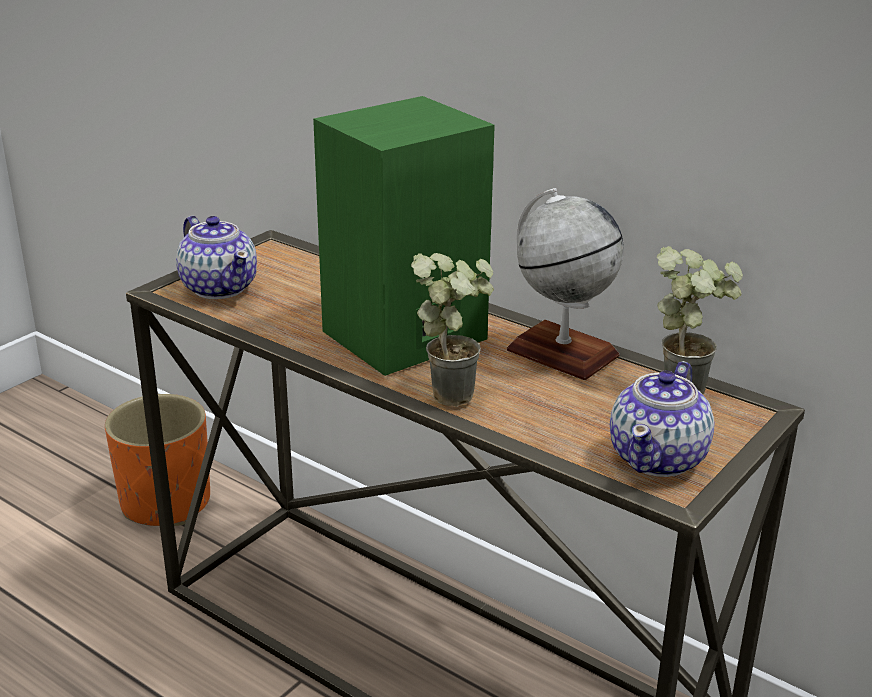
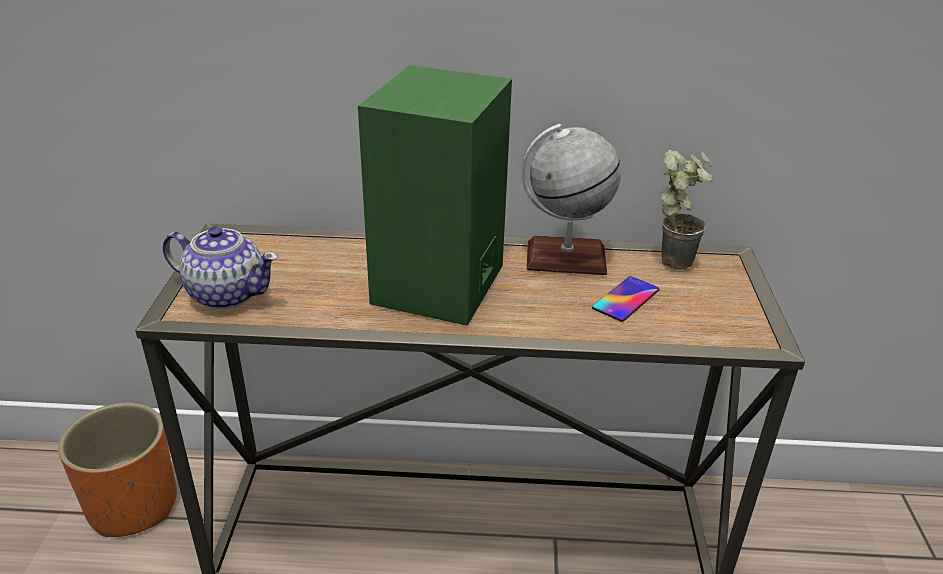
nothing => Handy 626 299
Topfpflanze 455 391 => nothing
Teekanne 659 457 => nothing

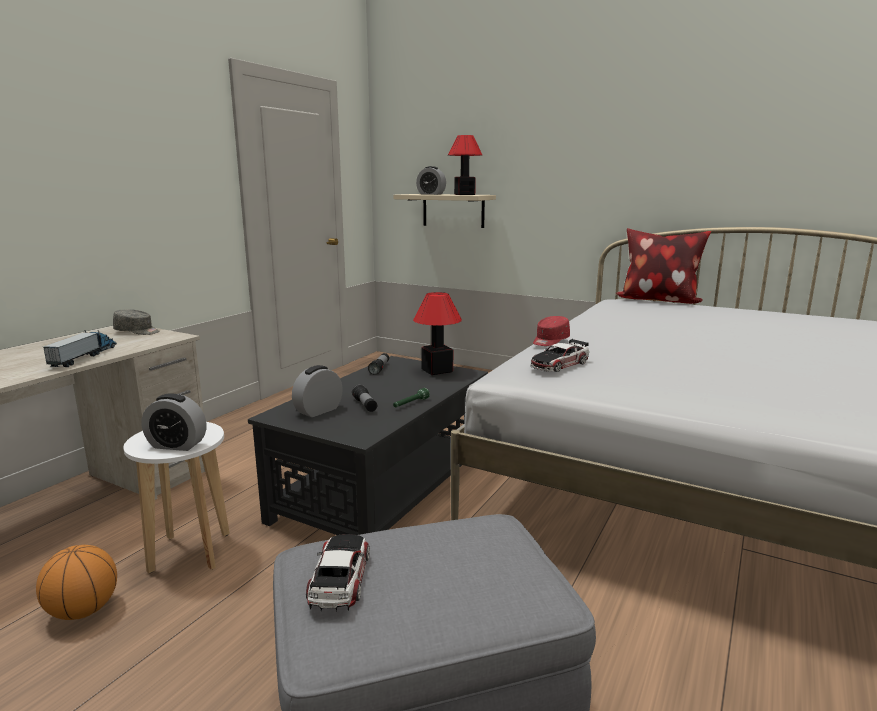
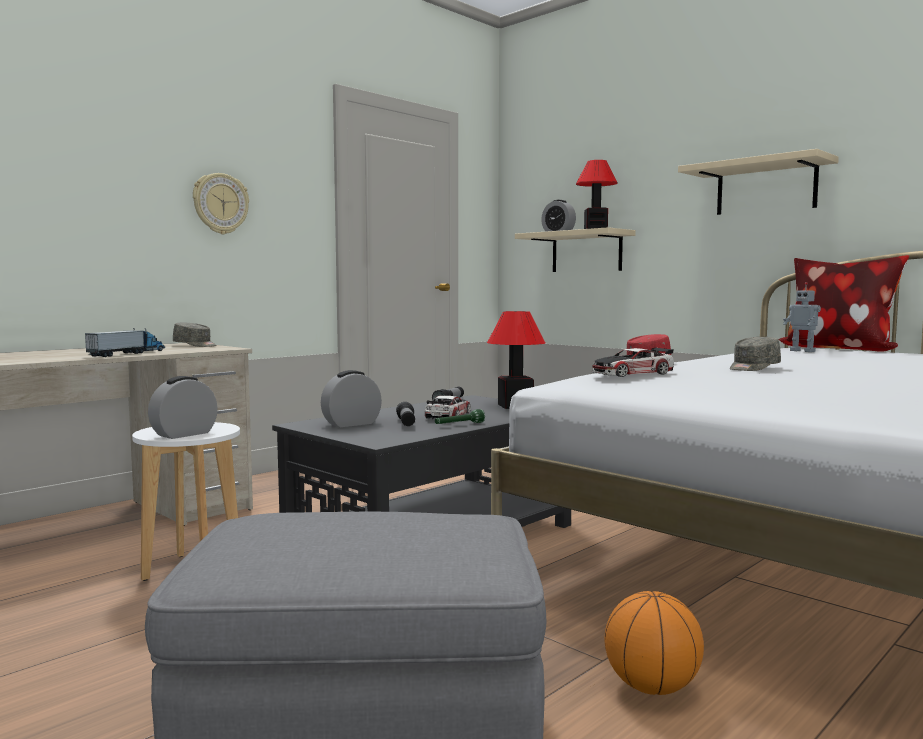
Wecker 177 445 => Wecker 184 434, 105 degrees clockwise
nothing => Wanduhr 220 204
Spielzeugauto 340 578 => Spielzeugauto 448 415, move
Basketball 83 610 => Basketball 652 687, move
nothing => Wandregal (beige) 766 188
nothing => Kappe (grau) 753 368
nothing => Spielzeugroboter 803 351

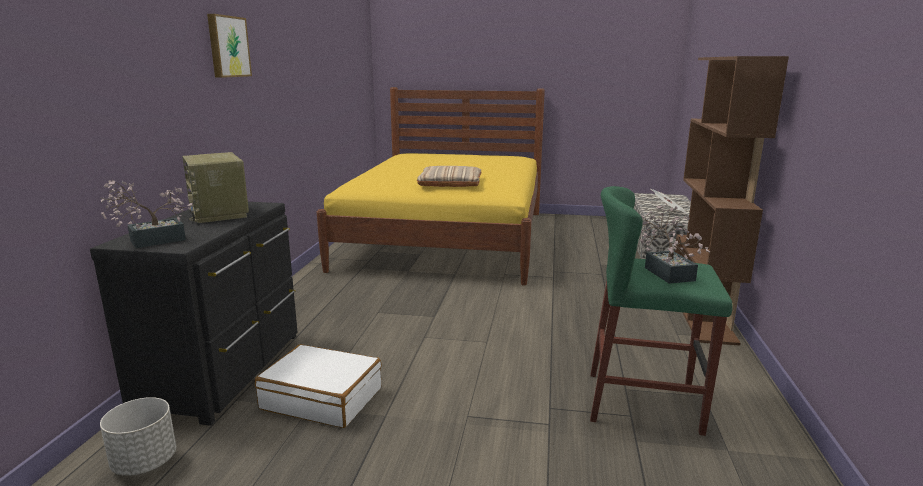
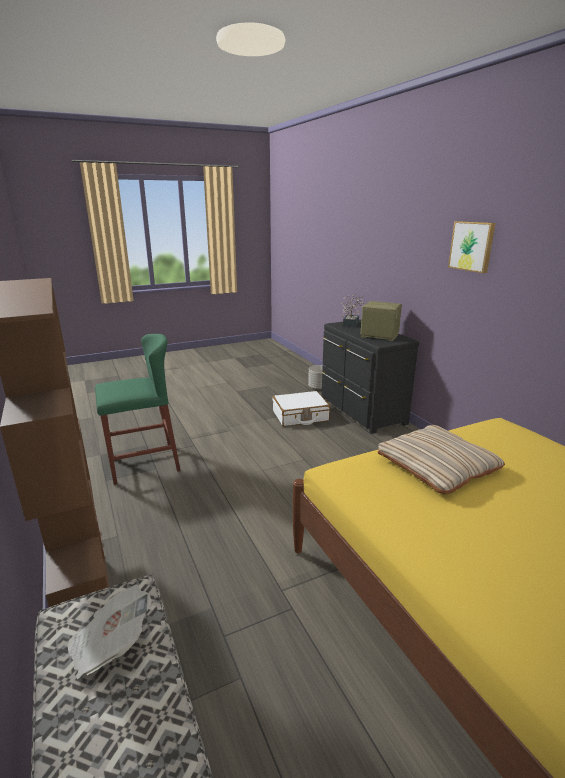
Topfpflanze 666 272 => nothing

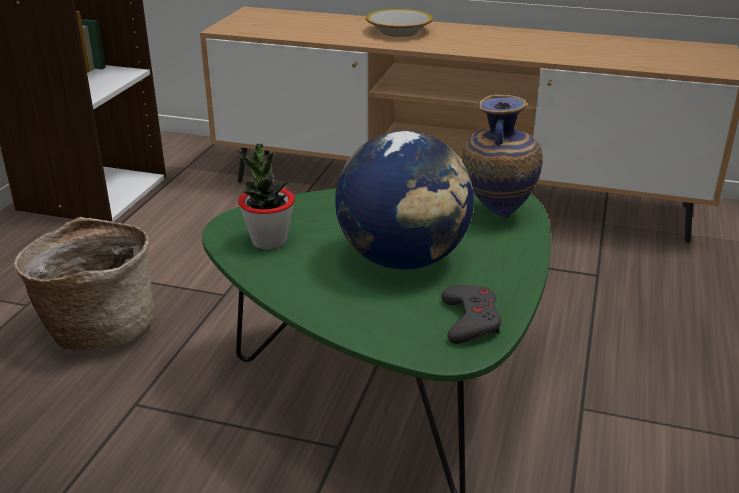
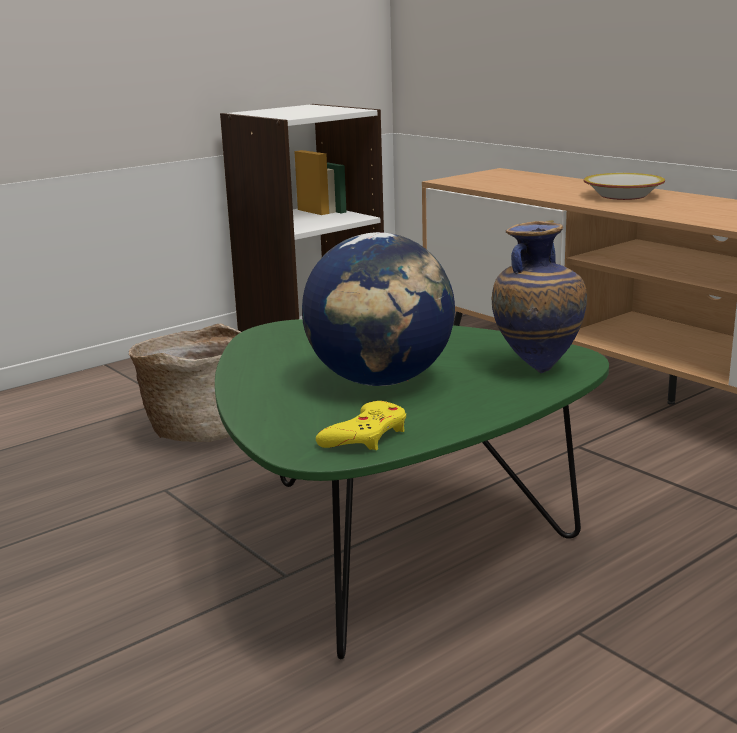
Gamepad (grau) 470 320 => Gamepad (gelb) 366 435
Topfpflanze 269 241 => nothing

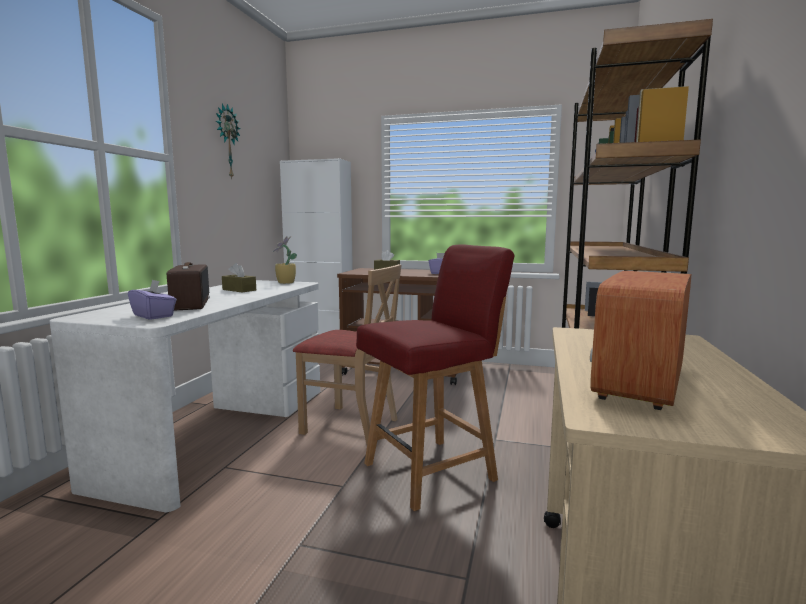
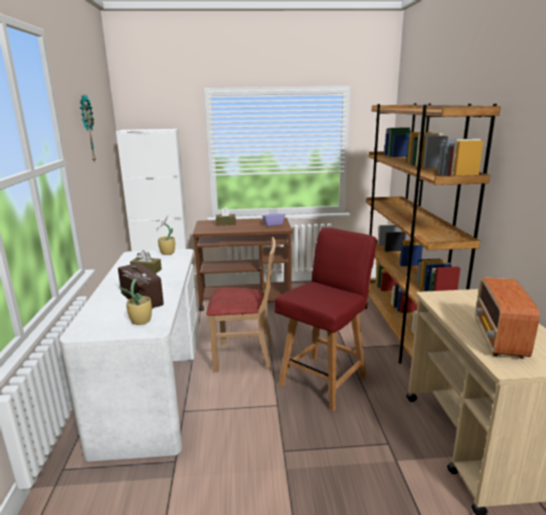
Taschentuchbox (lila) 154 316 => Topfpflanze 140 320

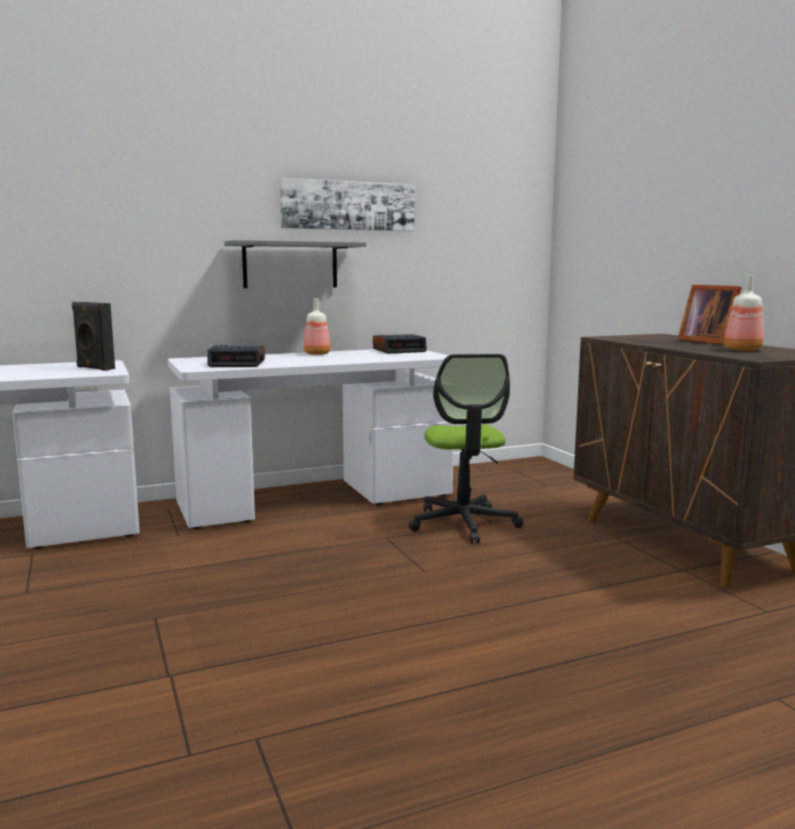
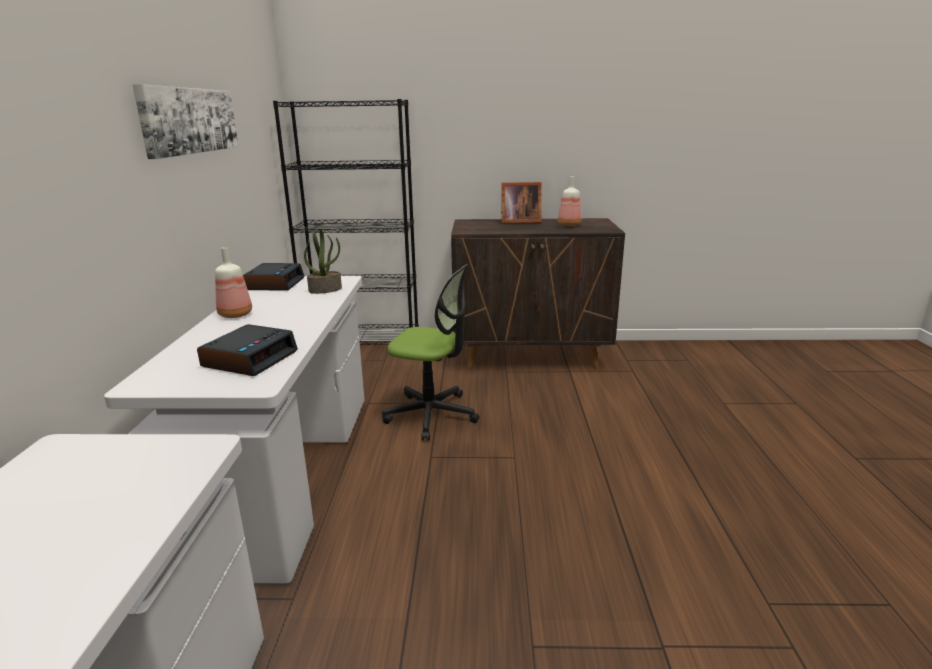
nothing => Bücherregal (schwarz) 364 351
nothing => Topfpflanze 325 289
Lautsprecher (schwarz) 94 368 => nothing
Wandregal (grau) 290 265 => nothing

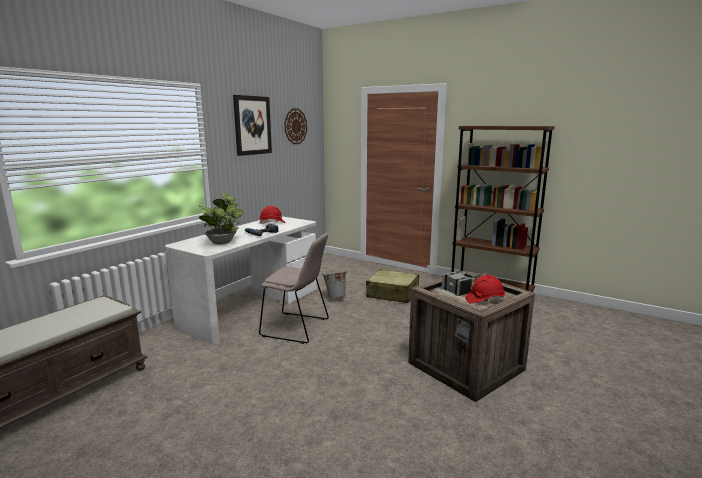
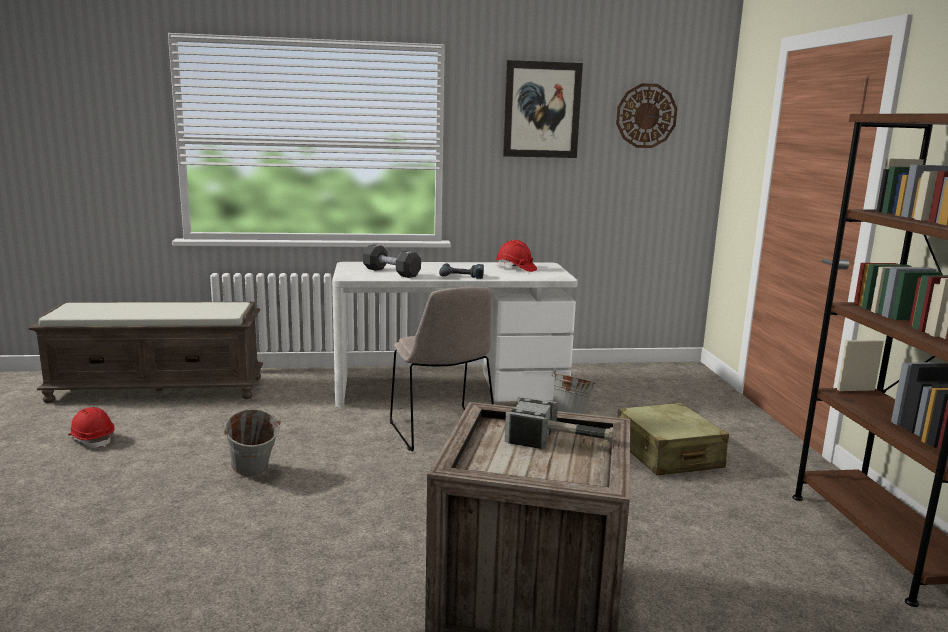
Schutzhelm (rot) 484 300 => Schutzhelm (rot) 92 439, move
nothing => Eimer (grau) 253 475
Topfpflanze 222 242 => Hantel (schwarz) 391 272

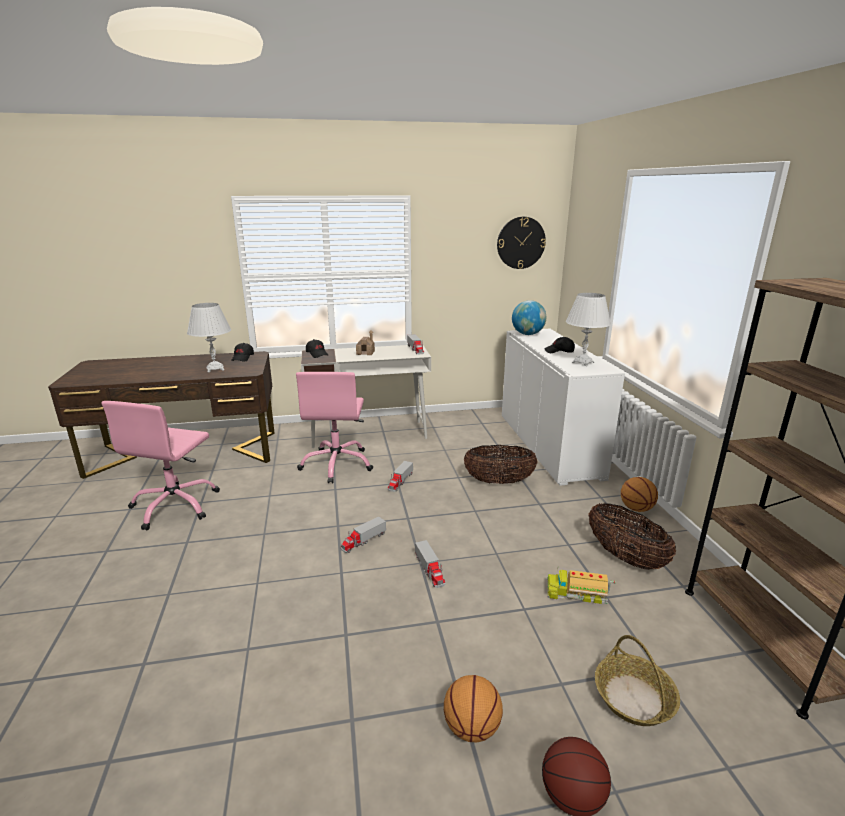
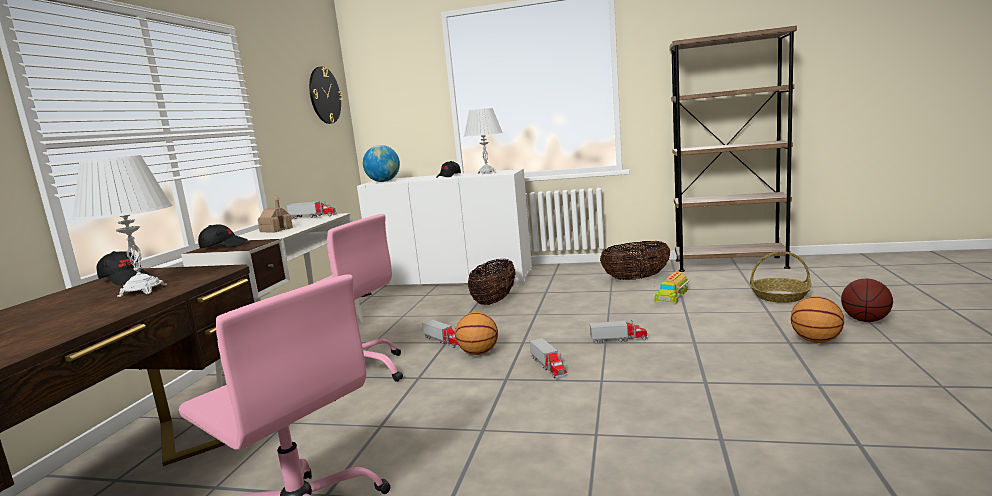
Basketball 636 509 => Basketball 479 353, move

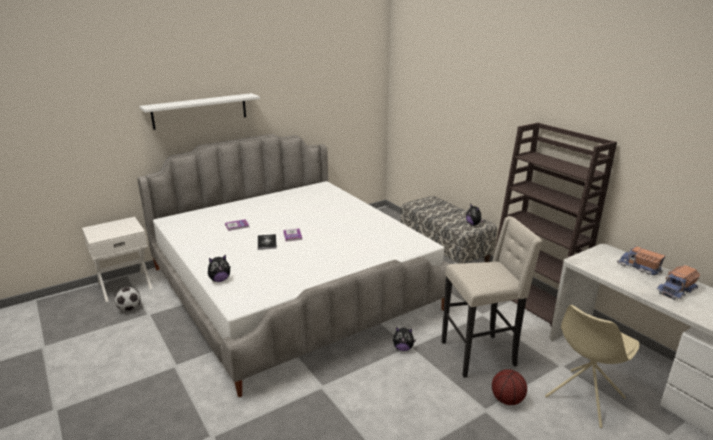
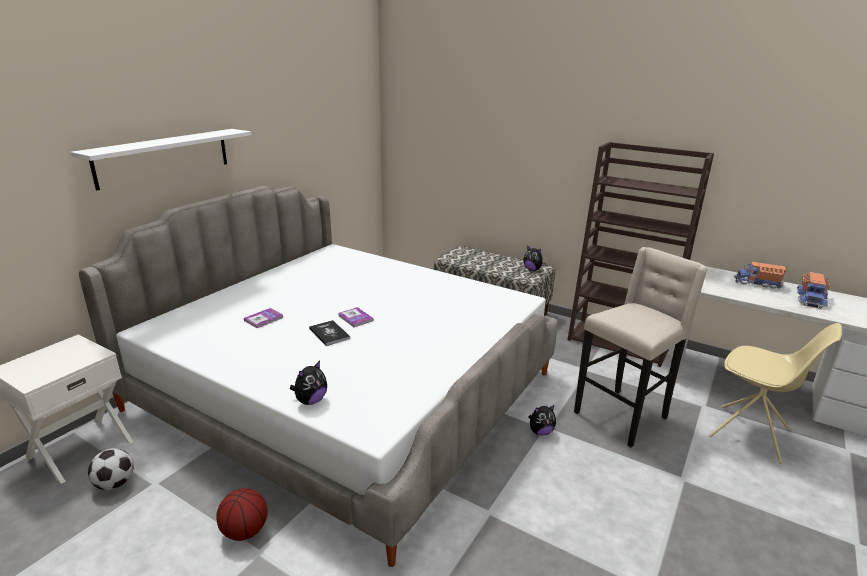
Basketball 506 400 => Basketball 244 531, move
Stuhl (beige) 584 398 => Stuhl (beige) 751 434, 75 degrees counterclockwise

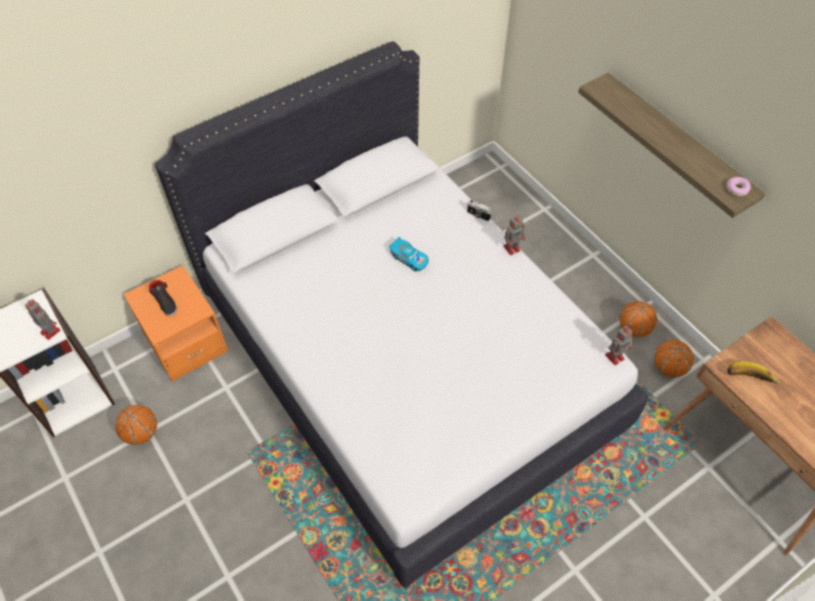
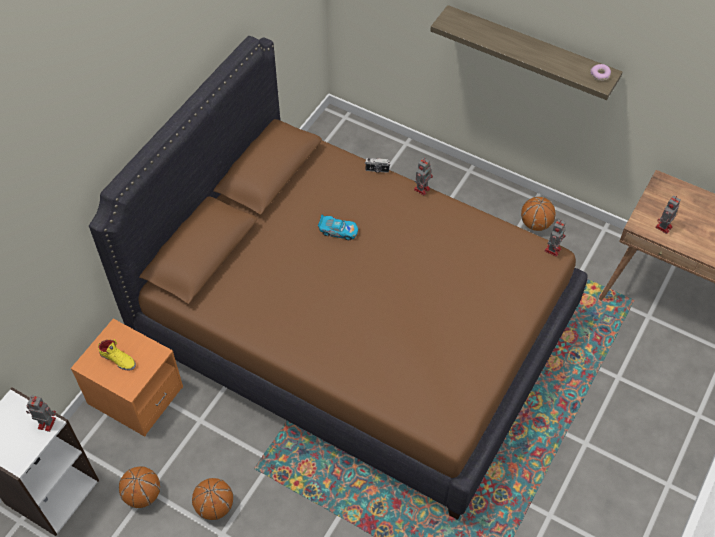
Bett (weiß) 406 363 => Bett (braun) 355 331
Schuh (schwarz) 165 302 => Schuh (gelb) 118 359
Basketball 668 368 => Basketball 215 506, move
Banane 749 379 => Spielzeugroboter 663 227

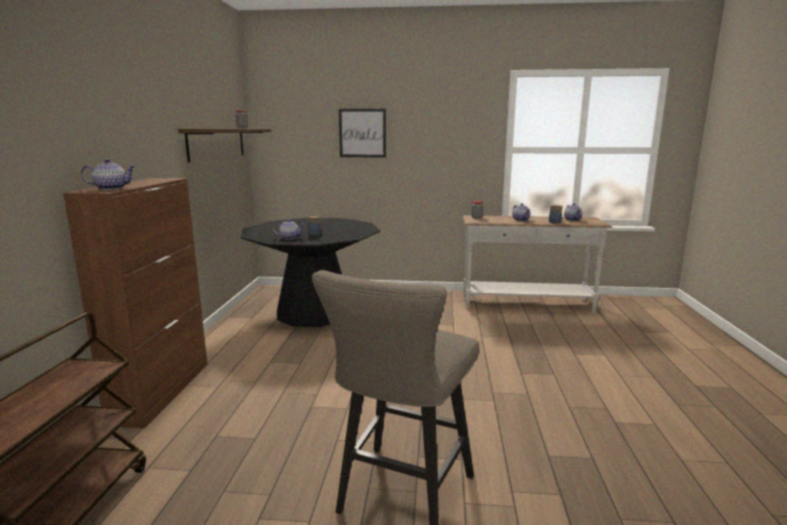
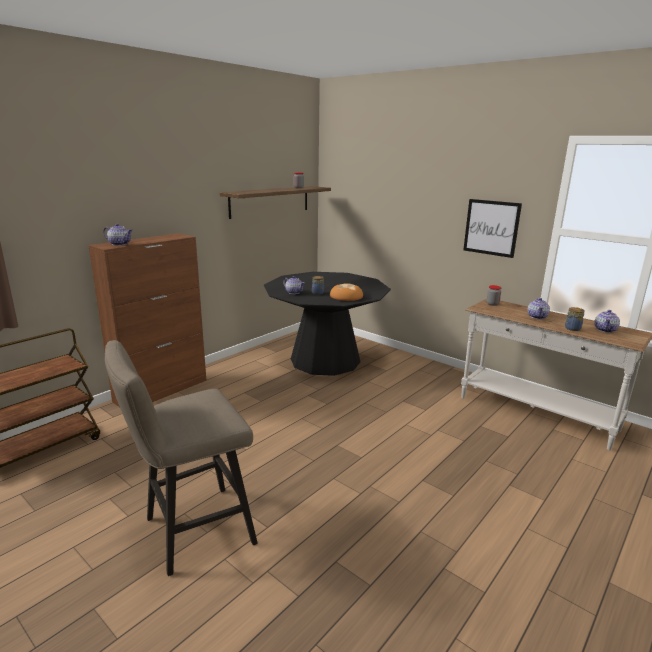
nothing => Brot 346 296
Bild 362 133 => Bild 491 227, move

